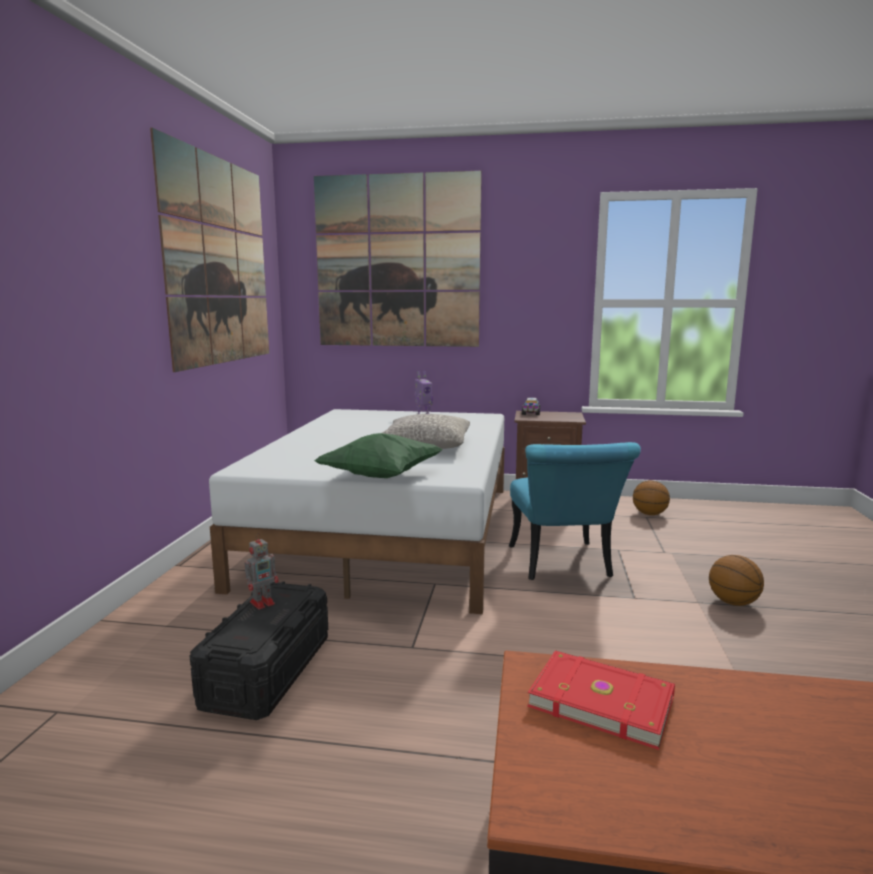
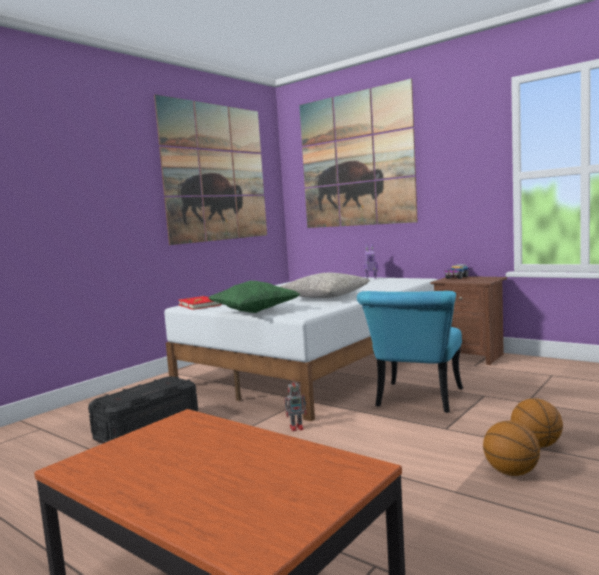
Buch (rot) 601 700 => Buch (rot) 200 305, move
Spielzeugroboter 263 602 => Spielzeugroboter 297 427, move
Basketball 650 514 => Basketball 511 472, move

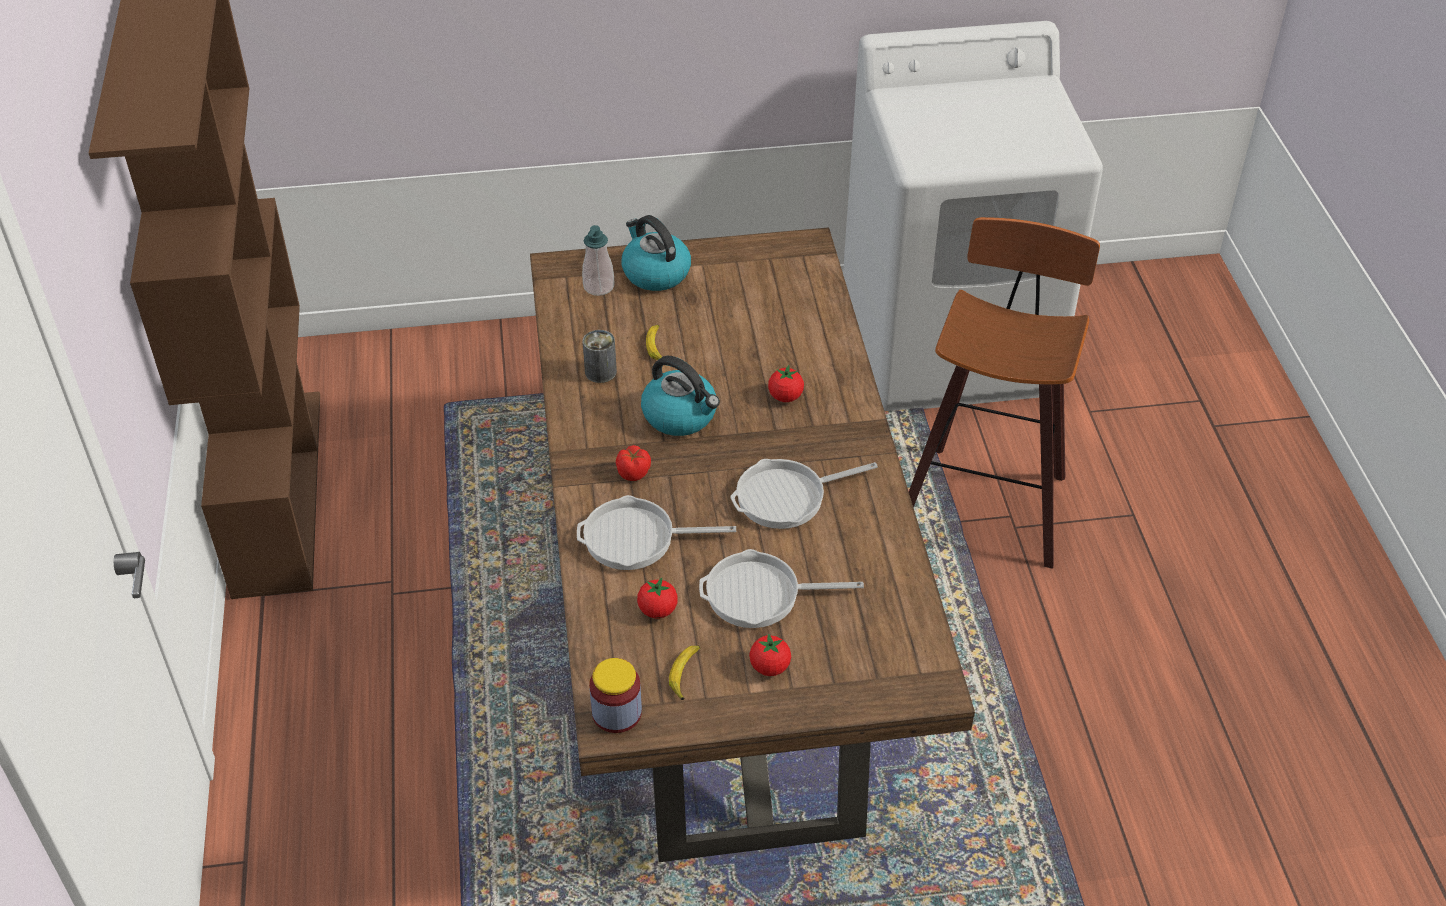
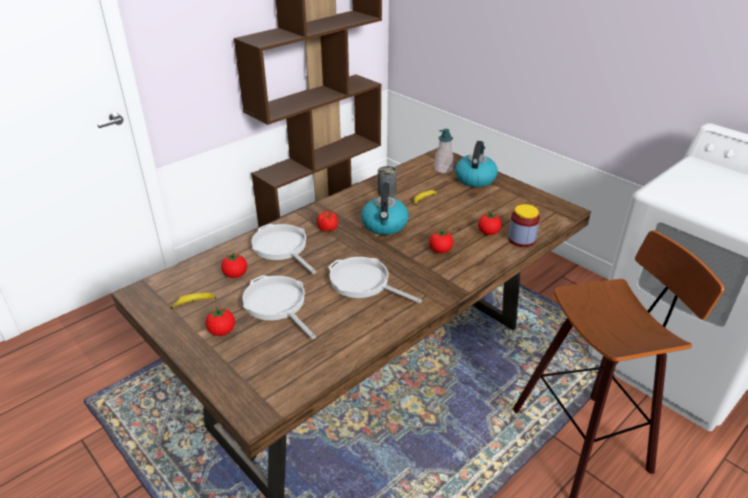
nothing => Tomate 488 232
Vorratsglas 616 713 => Vorratsglas 521 239, move

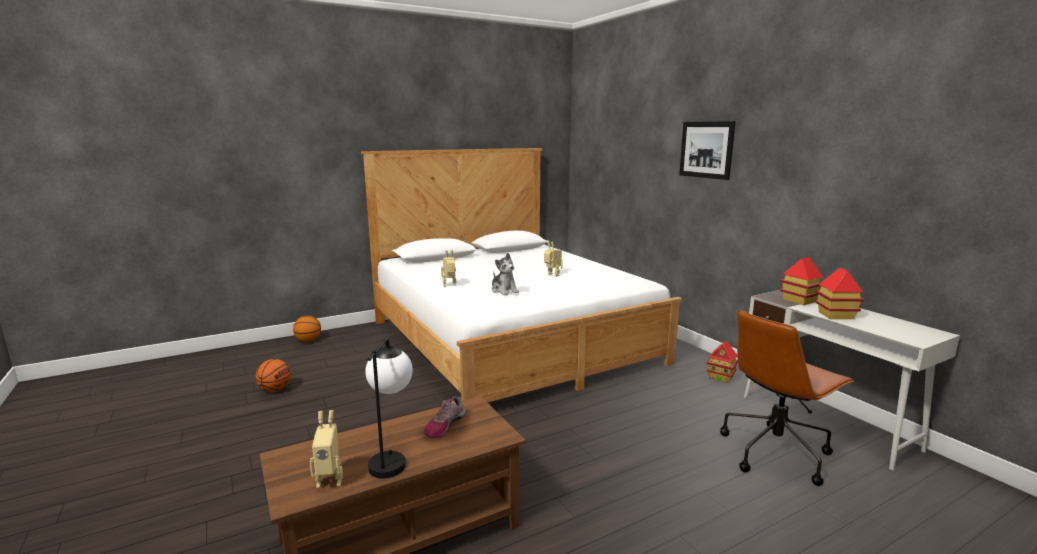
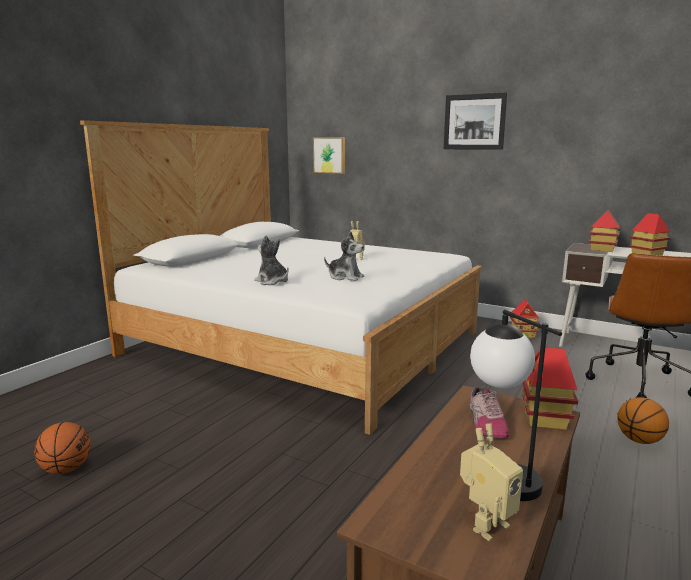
Spielzeugroboter 450 286 => Plüschtier 272 281
nothing => Bild 329 155
nothing => Spielzeughaus 545 418
Basketball 308 340 => Basketball 639 440, move

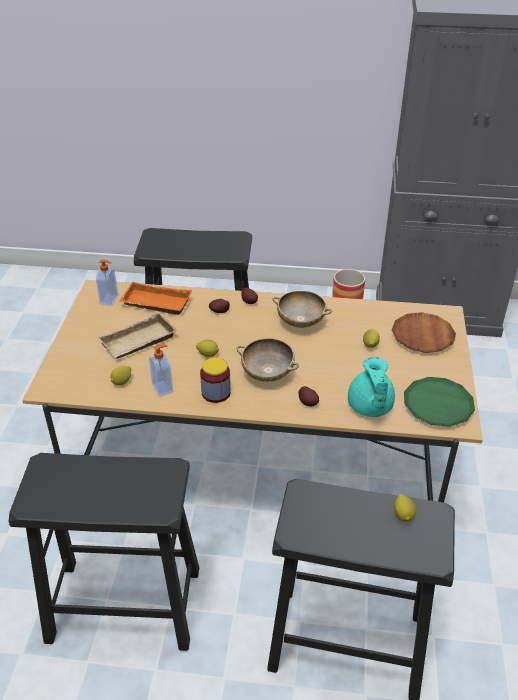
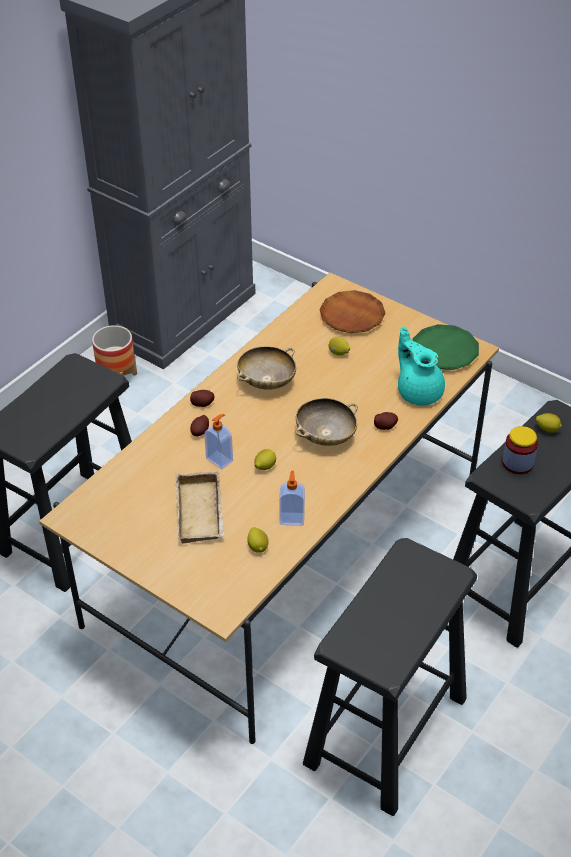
Seifenspender 110 300 => Seifenspender 220 459, move
Teekanne (türkis) 369 407 => Teekanne (türkis) 418 391, 150 degrees counterclockwise
Vorratsglas 216 393 => Vorratsglas 517 463, move
Tablett (orange) 155 304 => nothing

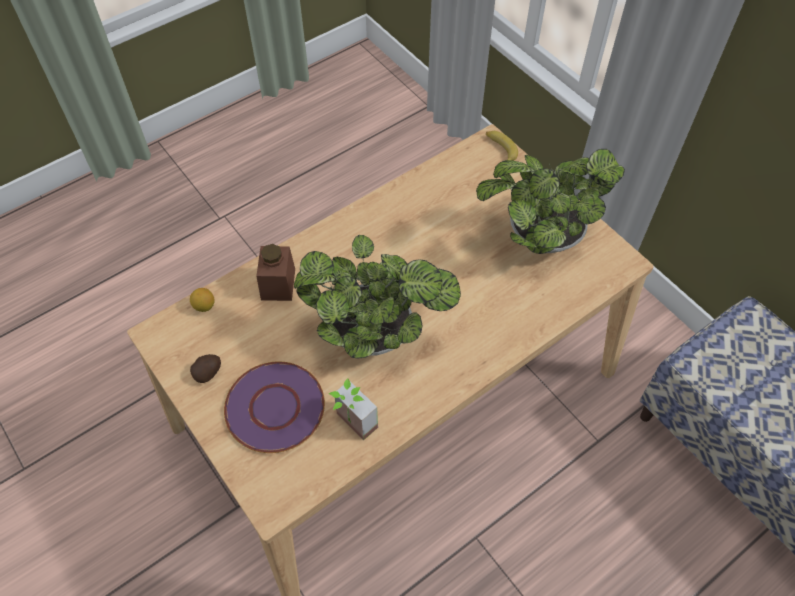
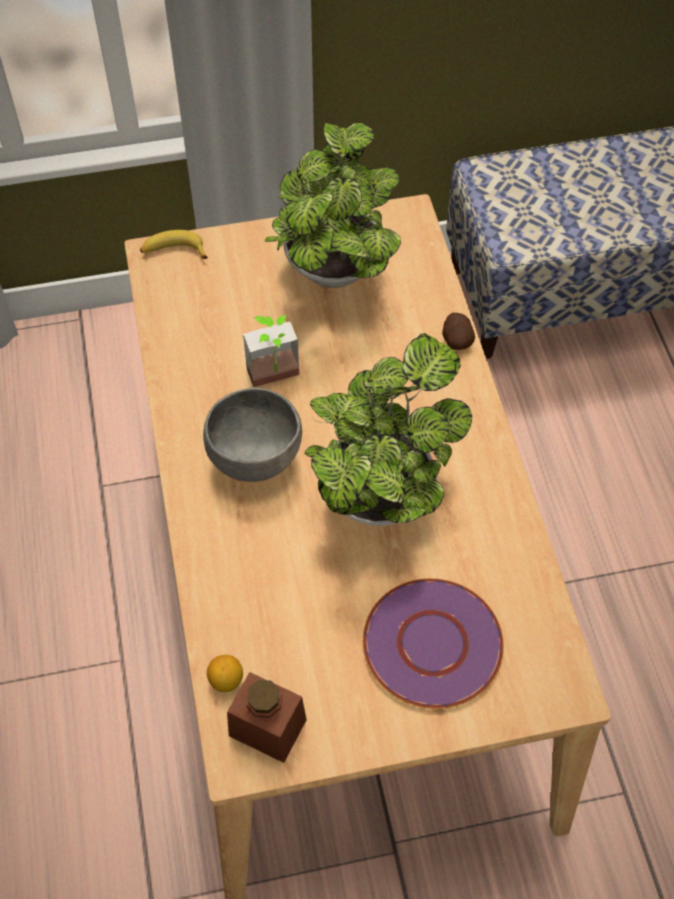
nothing => Schüssel (grau) 256 459
Vorratsglas (braun) 278 284 => Vorratsglas (braun) 267 727, move
Topfpflanze 351 426 => Topfpflanze 276 379, move
Kartoffel 208 373 => Kartoffel 456 339, move

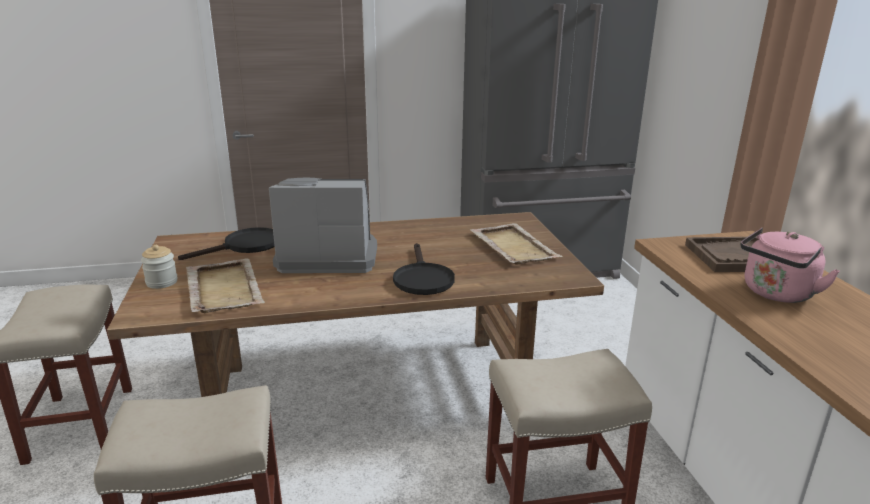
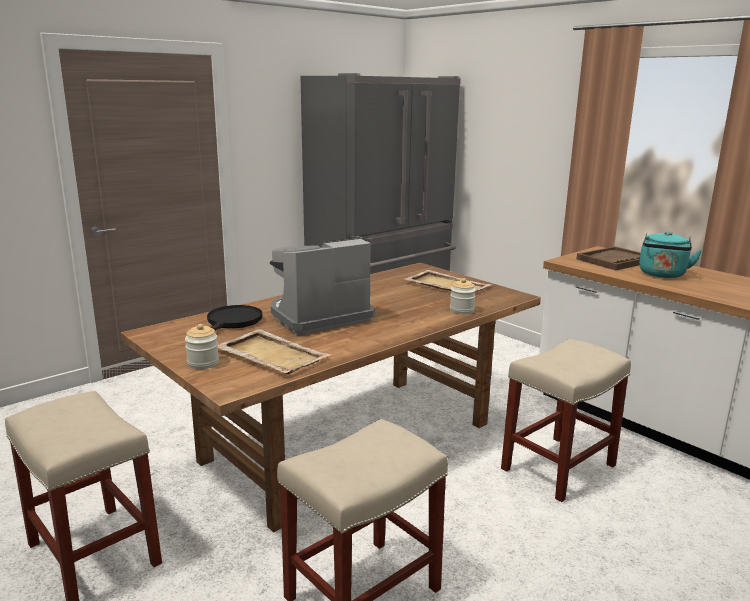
nothing => Vorratsglas 461 310
Wasserkessel (rosa) 776 294 => Wasserkessel (türkis) 662 275
Pfanne (schwarz) 422 278 => nothing

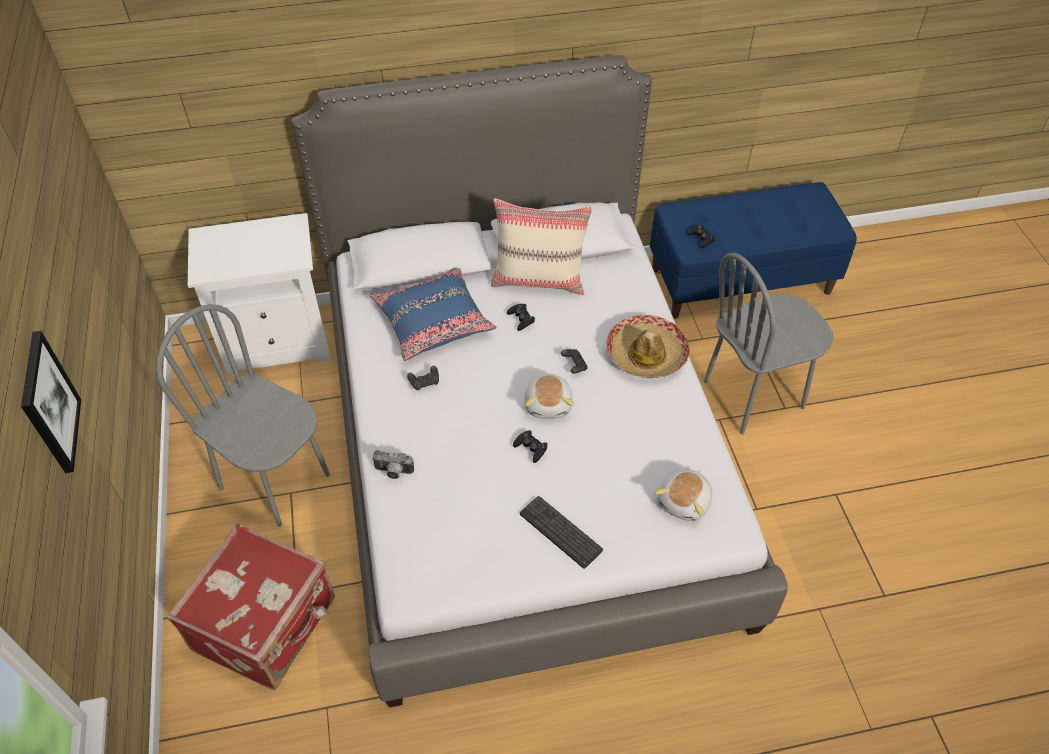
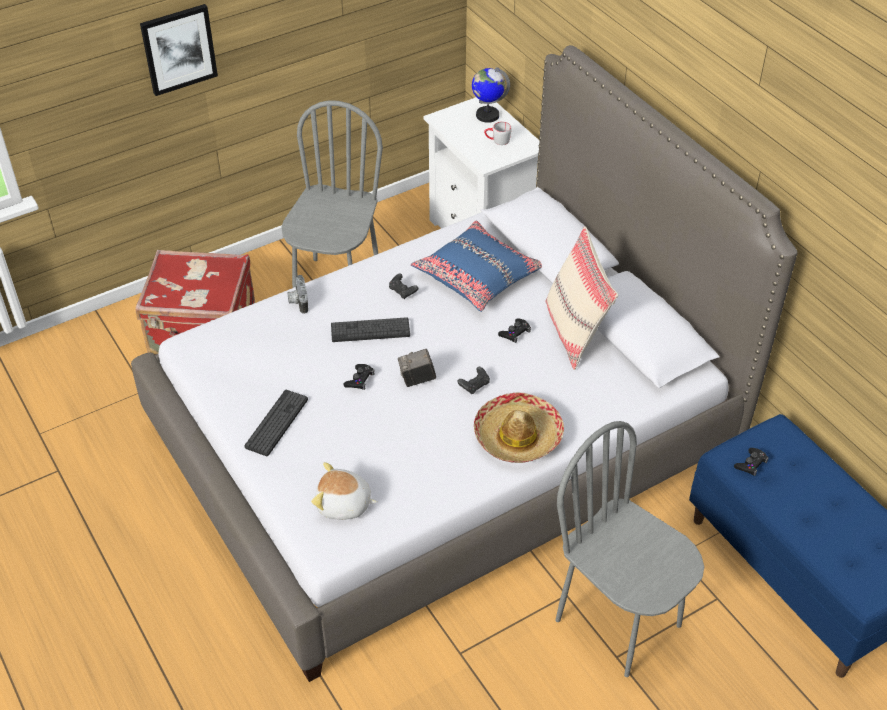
nothing => Tastatur 370 330
Plüschtier 549 404 => Kamera 417 379
nothing => Globus 487 115
nothing => Henkelbecher (grau) 497 140

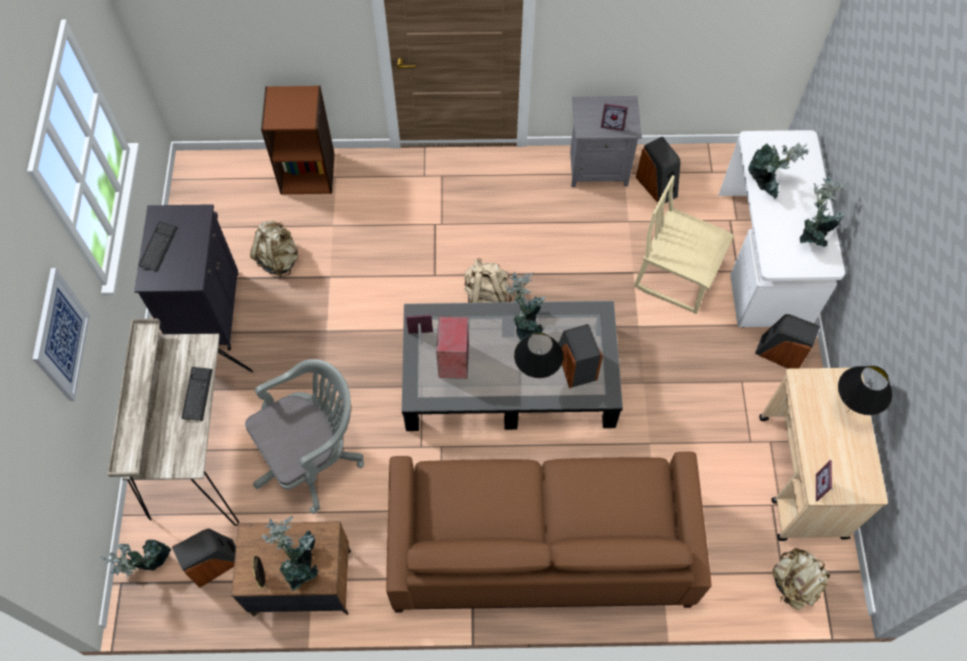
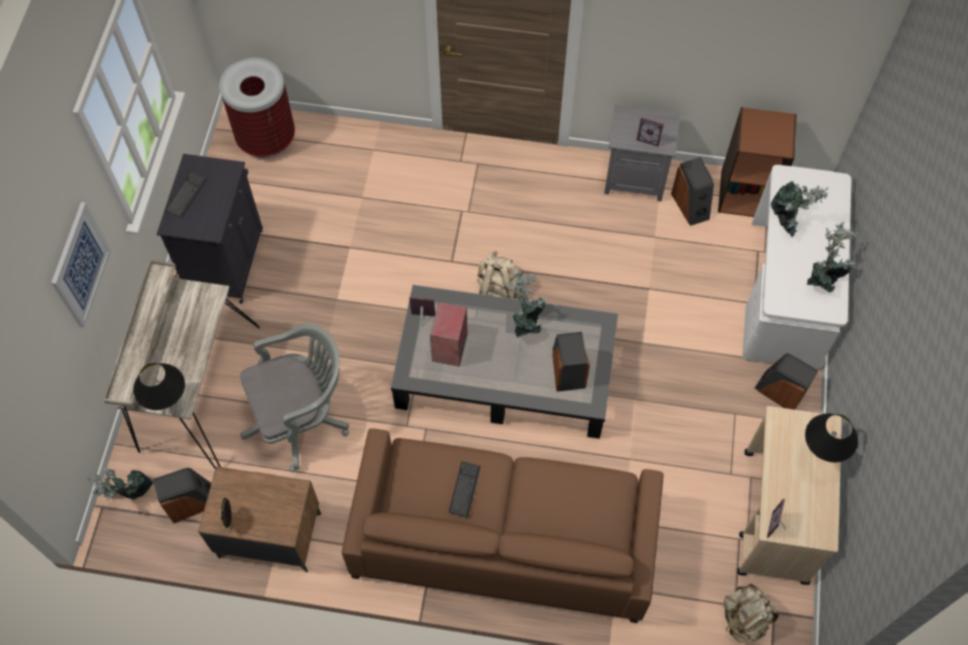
Tischlampe (schwarz) 536 377 => Tischlampe (schwarz) 171 407, move
nothing => Mülleimer 266 139
Tastatur 197 394 => Tastatur 464 489, move
Bücherregal (braun) 308 172 => Bücherregal (braun) 745 194, move
Rucksack (beige) 279 259 => nothing
Topfpflanze 301 563 => nothing
Stuhl (beige) 677 275 => nothing

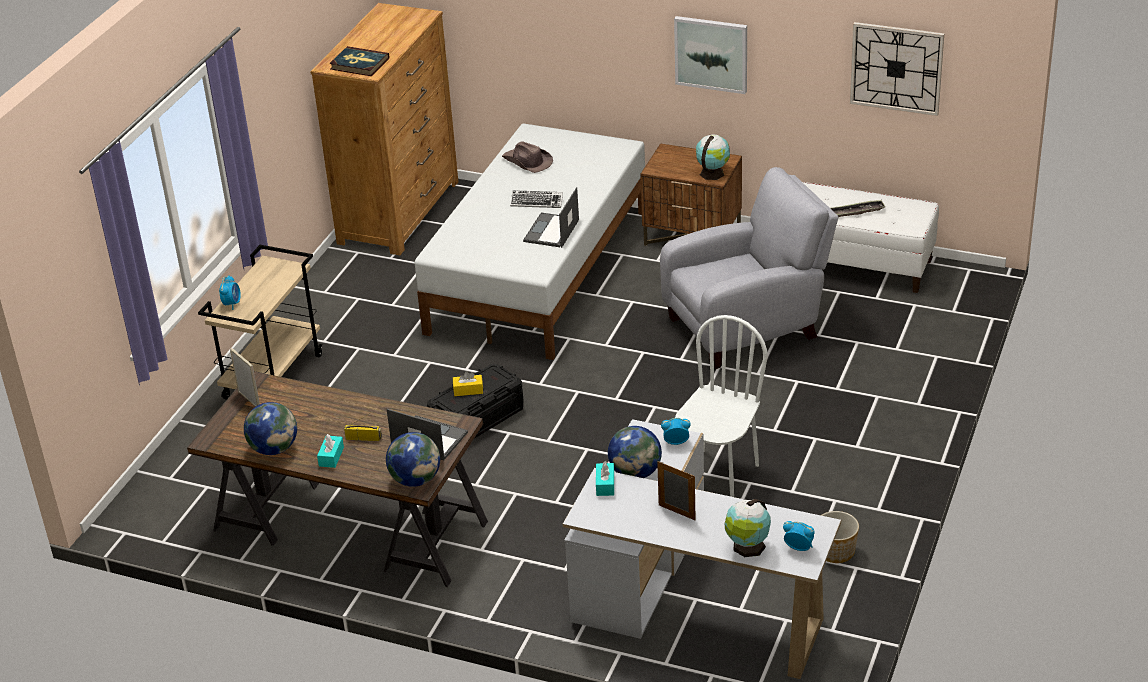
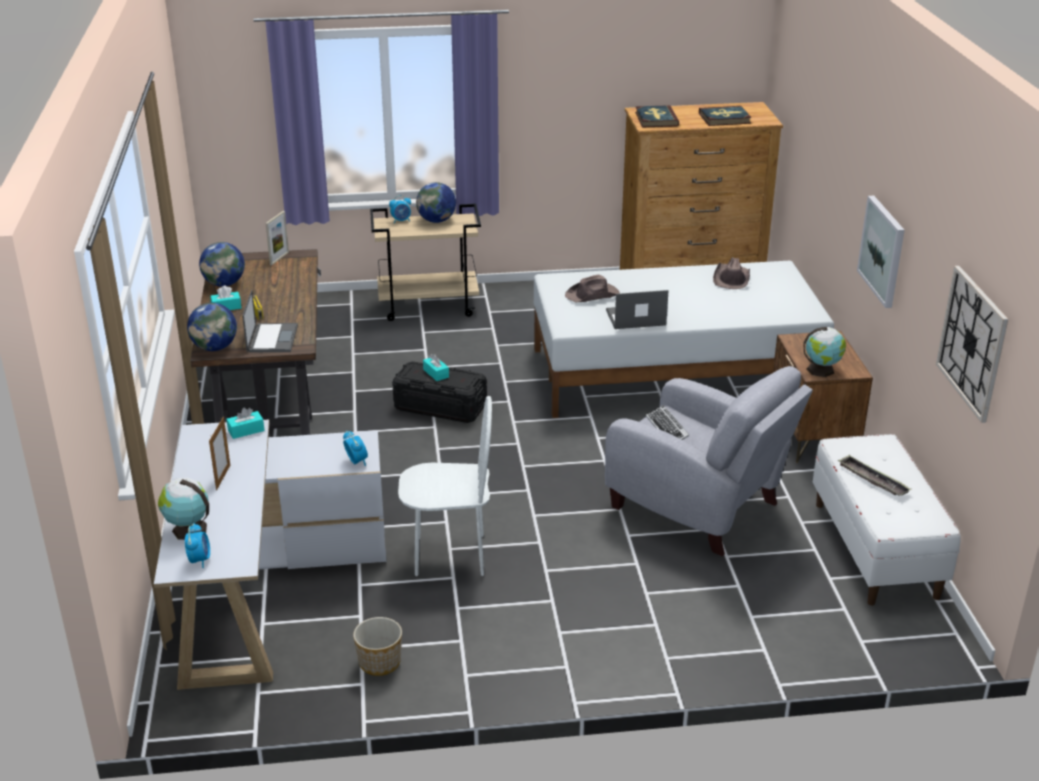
Globus 635 473 => Globus 436 221, move
Taschentuchbox (gelb) 468 390 => Taschentuchbox (türkis) 436 373
nothing => Hut (braun) 593 295
Tastatur 537 202 => Tastatur 667 429, move
nothing => Buch 724 118

